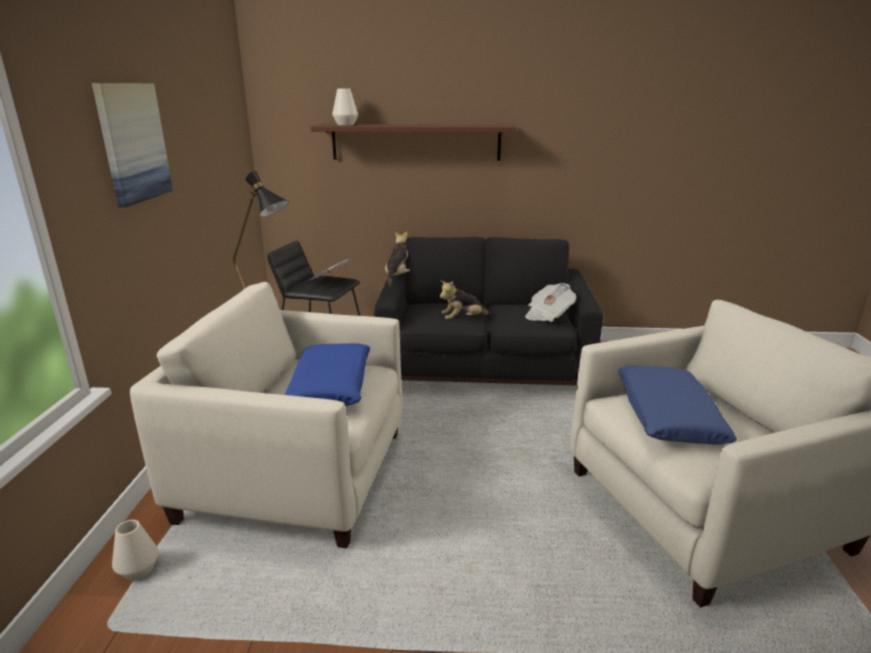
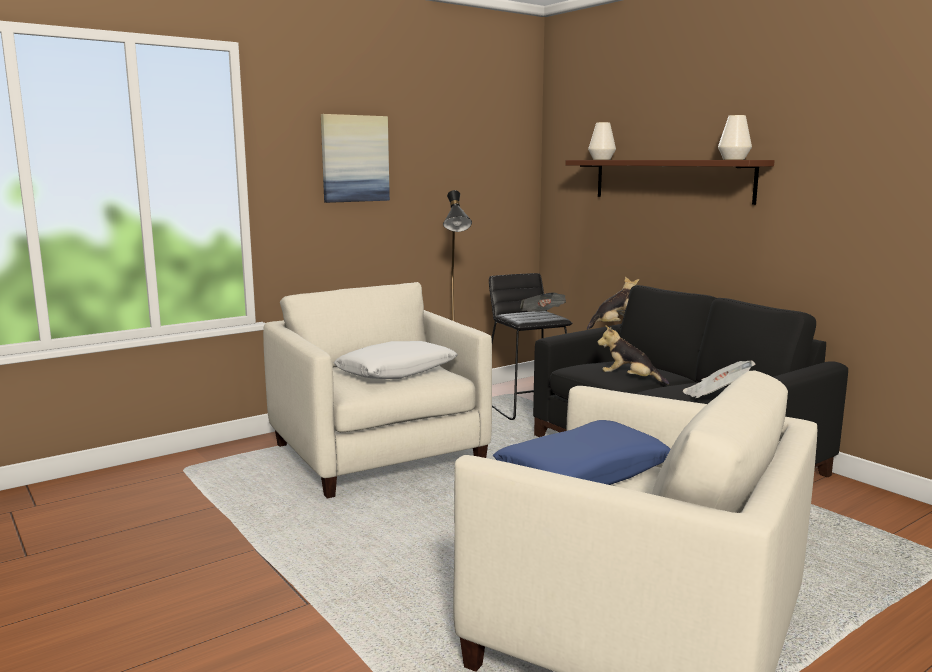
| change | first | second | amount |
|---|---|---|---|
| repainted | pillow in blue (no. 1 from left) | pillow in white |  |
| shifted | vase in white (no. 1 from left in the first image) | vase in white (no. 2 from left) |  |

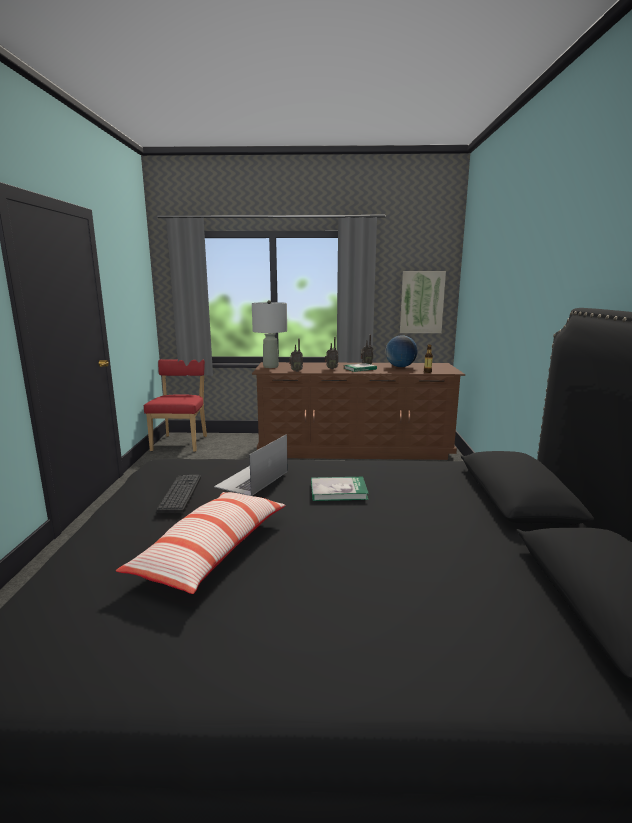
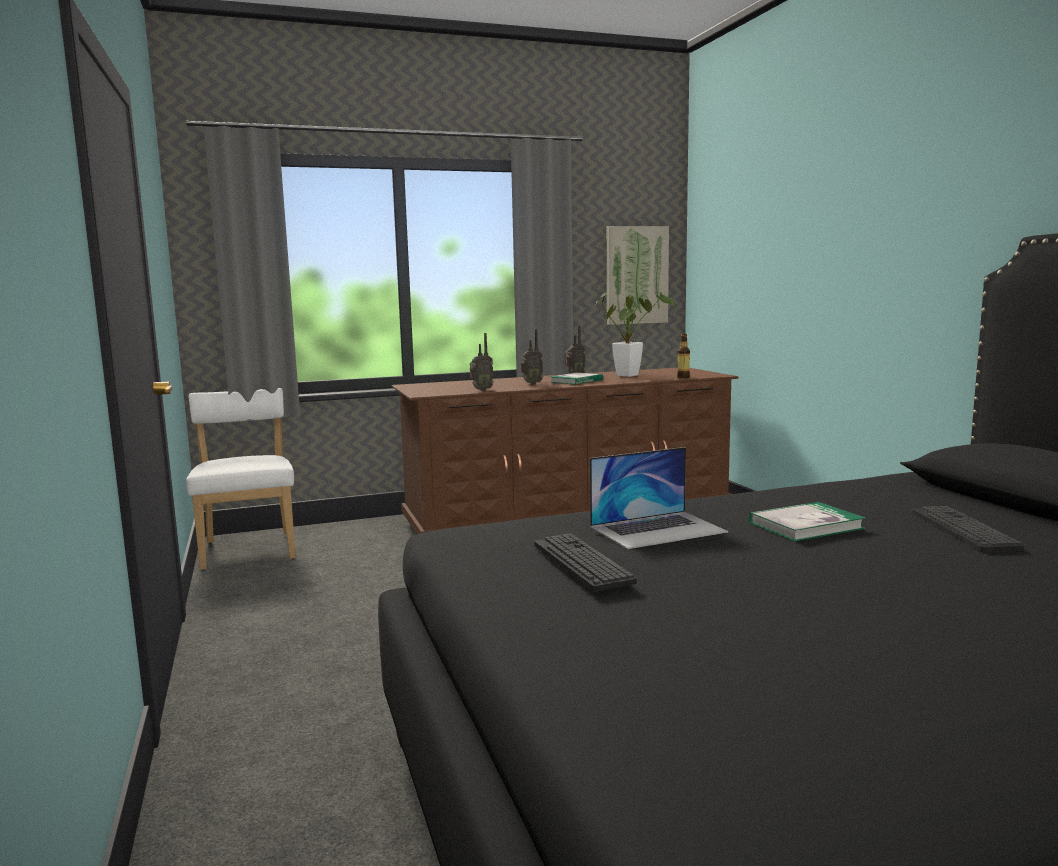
| change | first | second | amount |
|---|---|---|---|
| gone | table lamp in grey |  |  |
| swapped | globe | potted plant |  |
| repainted | chair in red | chair in white |  |
| rotated | laptop |  | 120 degrees counterclockwise |
| gone | pillow |  |  |
| new |  | keyboard (no. 2 from left) |  |

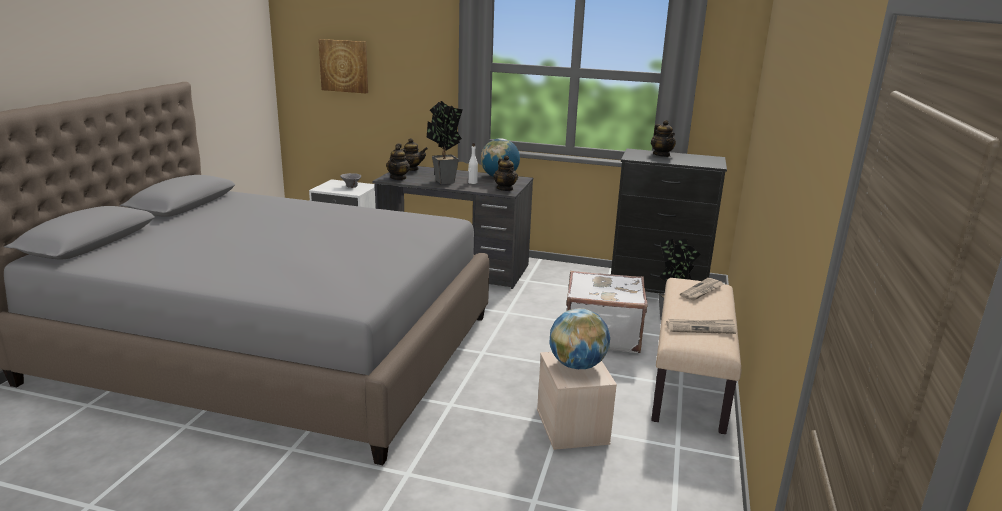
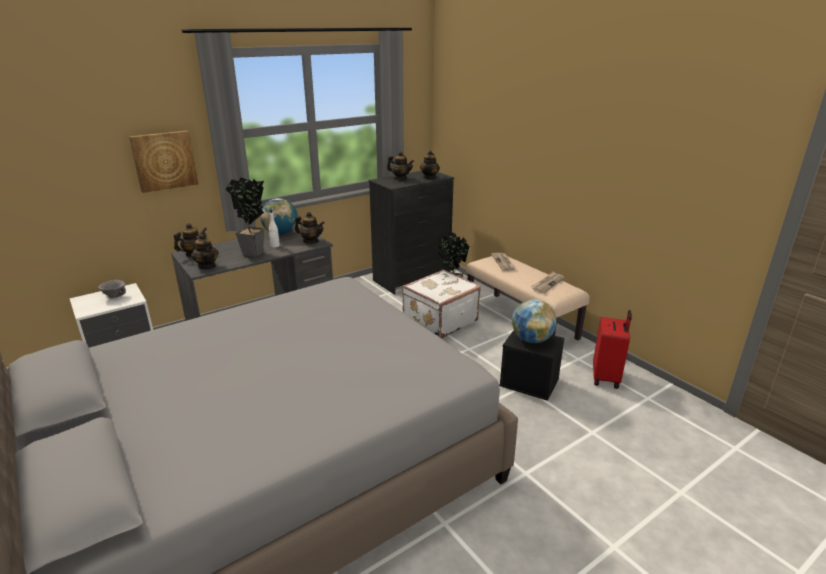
| change | first | second | amount |
|---|---|---|---|
| shifted | picture |  |  |
| repainted | storage box in beige | storage box in black |  |
| new |  | teapot (no. 5 from left) |  |
| new |  | suitcase in red |  |

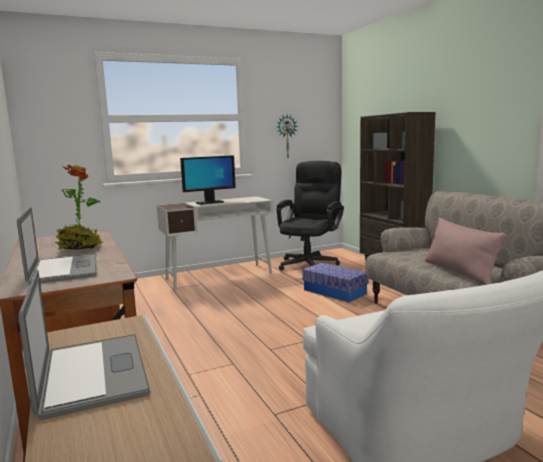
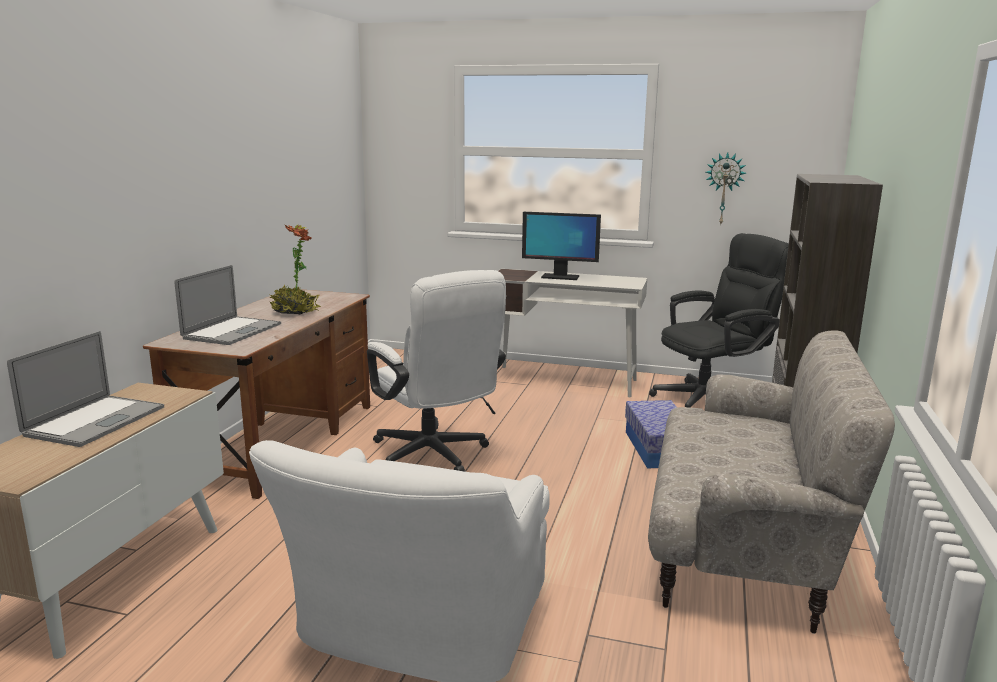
| change | first | second | amount |
|---|---|---|---|
| gone | pillow in pink |  |  |
| new |  | office chair in white |  |

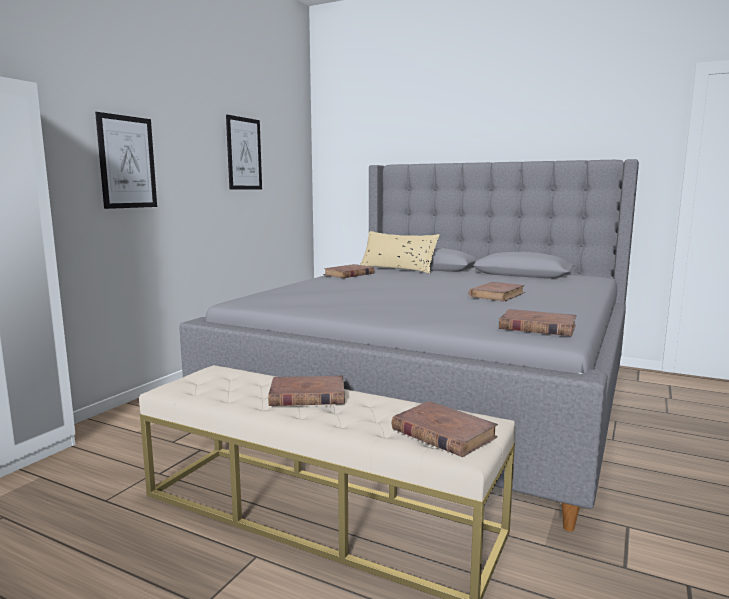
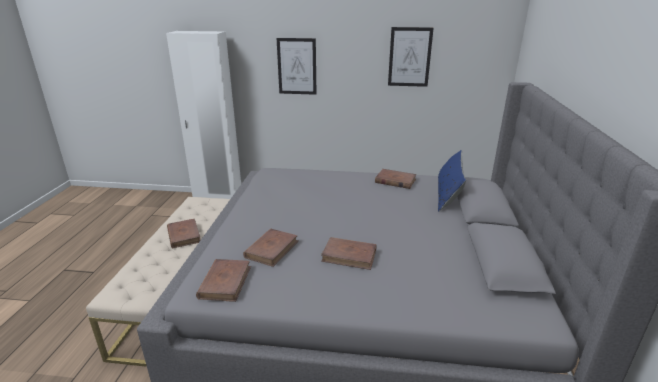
| change | first | second | amount |
|---|---|---|---|
| repainted | pillow in beige | pillow in blue |  |
| shifted | book in brown (no. 3 from left) |  |  |

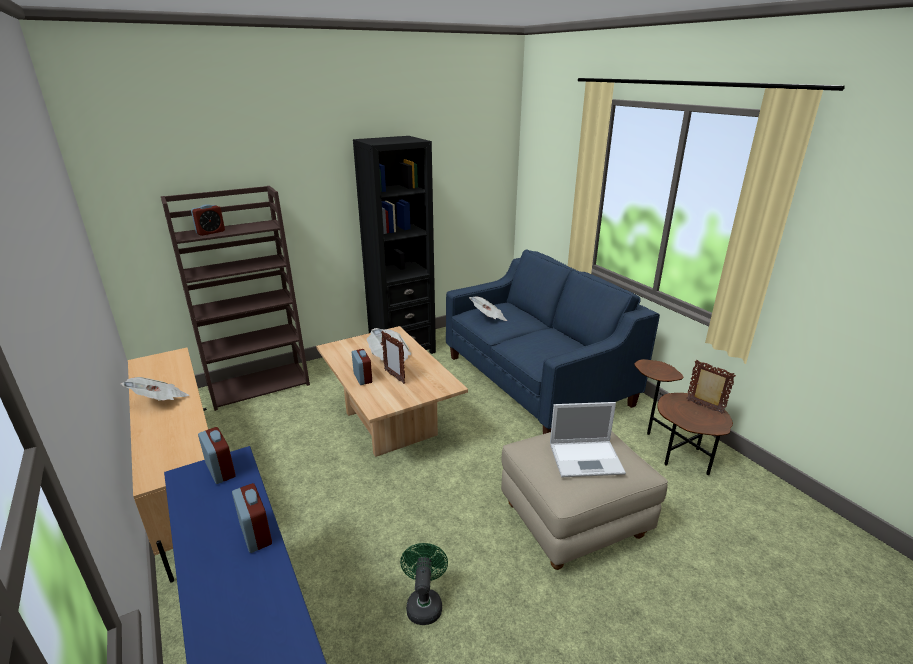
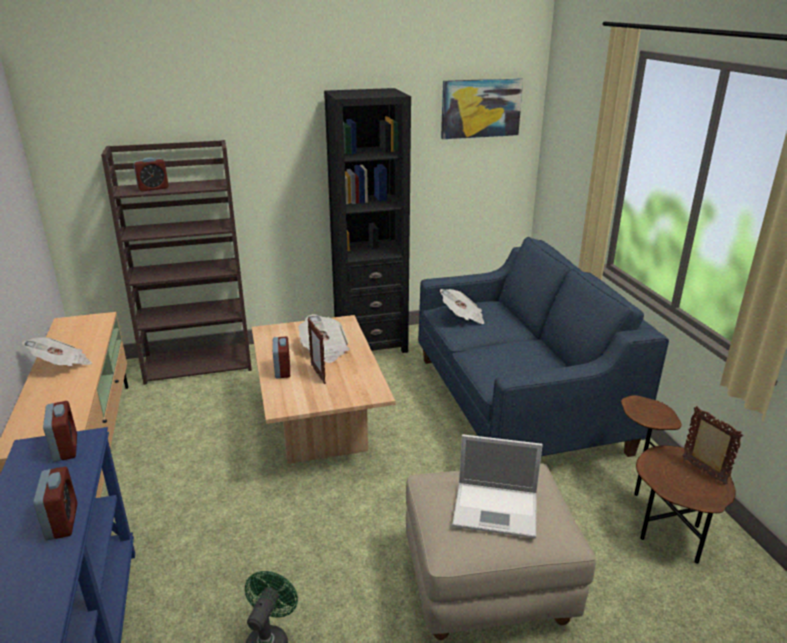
| change | first | second | amount |
|---|---|---|---|
| new |  | picture |  |

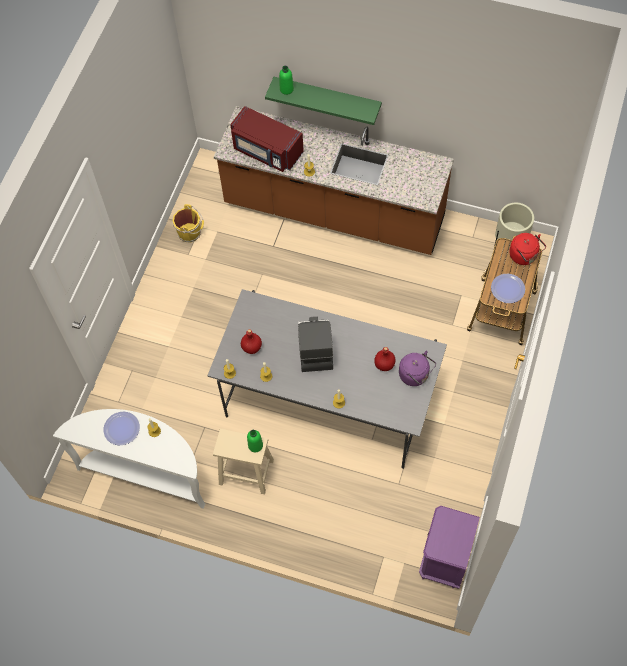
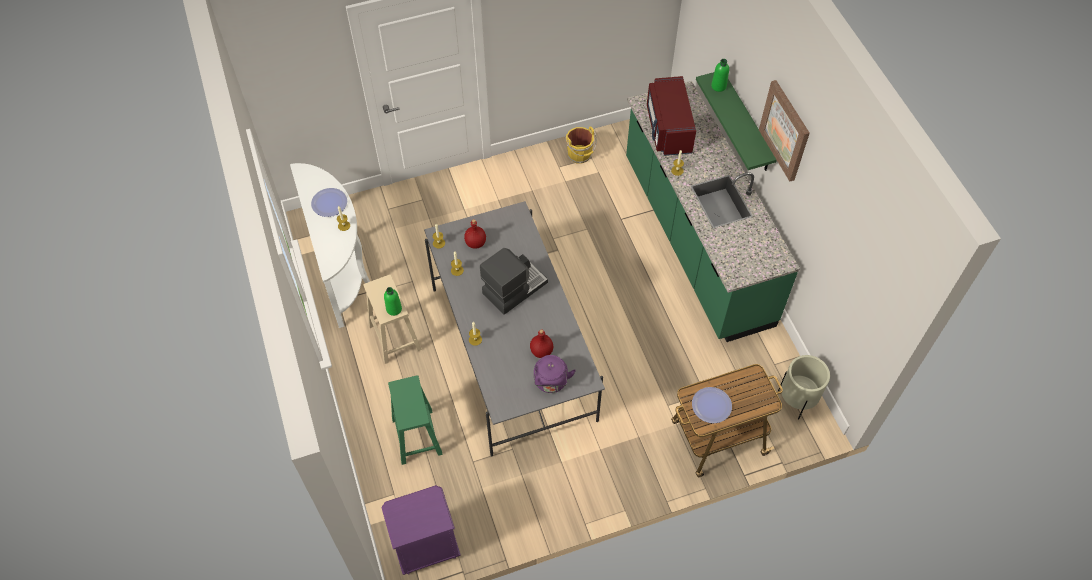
| change | first | second | amount |
|---|---|---|---|
| repainted | counter in brown | counter in green |  |
| gone | kettle in red |  |  |
| new |  | picture |  |
| new |  | stool in green |  |

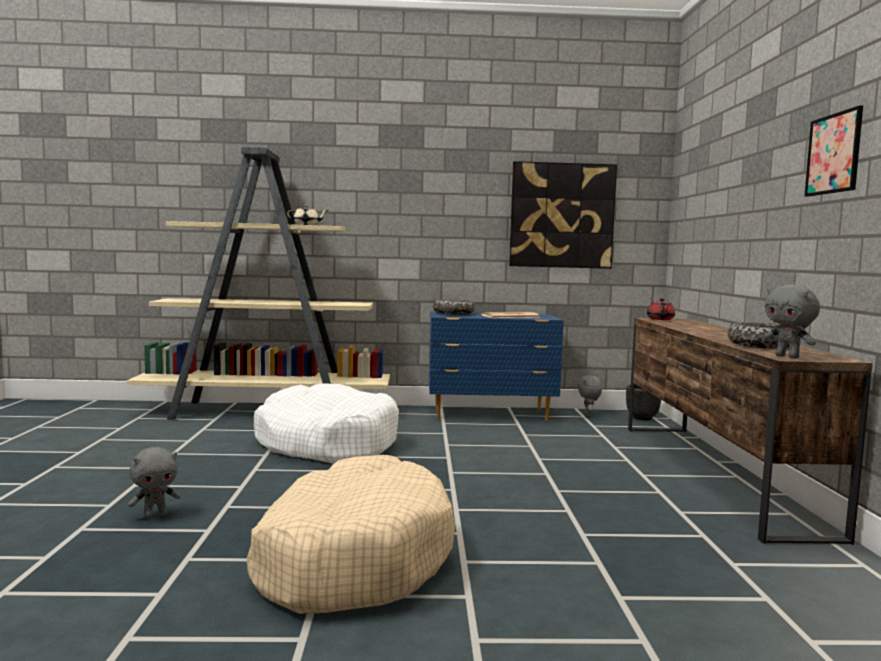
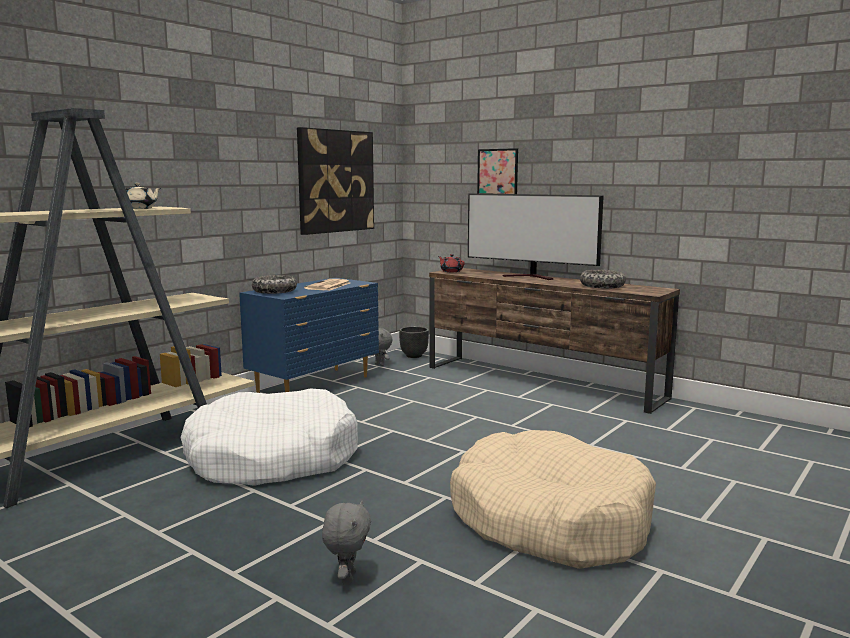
| change | first | second | amount |
|---|---|---|---|
| shifted | picture (no. 2 from left) |  |  |
| gone | plush toy in grey (no. 3 from left) |  |  |
| new |  | television |  |

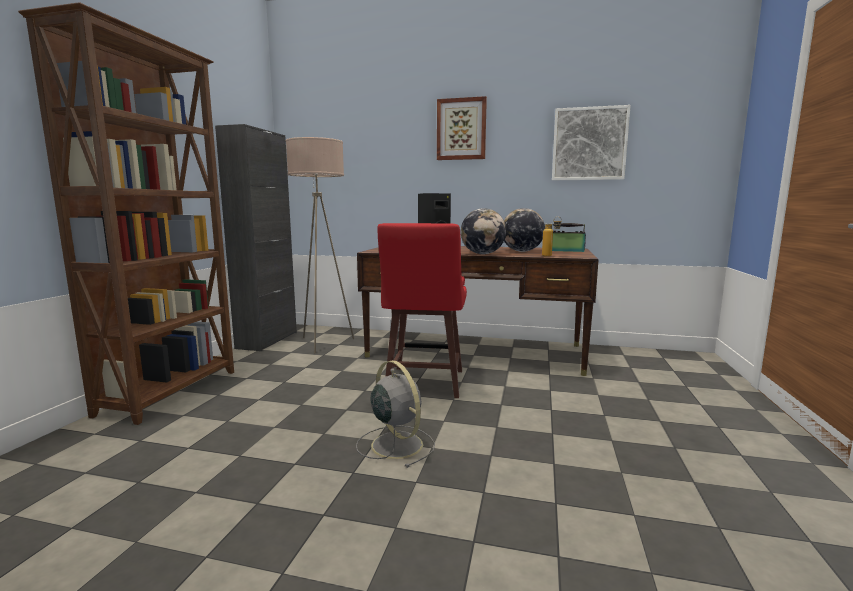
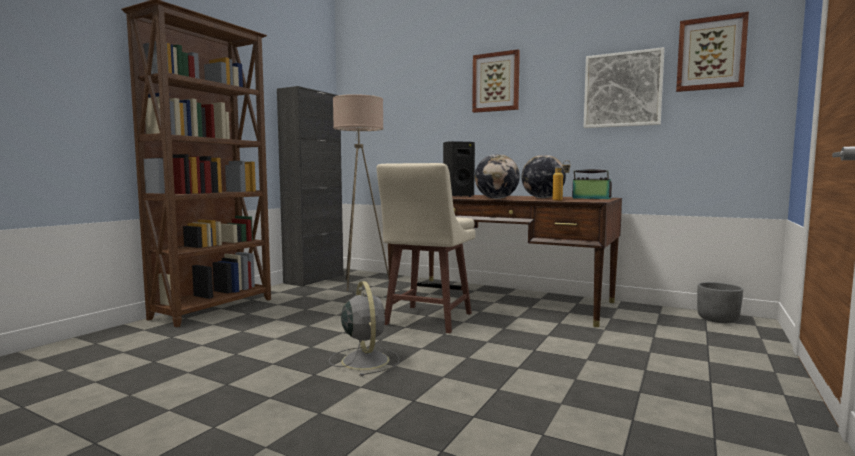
| change | first | second | amount |
|---|---|---|---|
| repainted | stool in red | stool in beige |  |
| new |  | picture (no. 3 from left) |  |
| new |  | planter in grey |  |

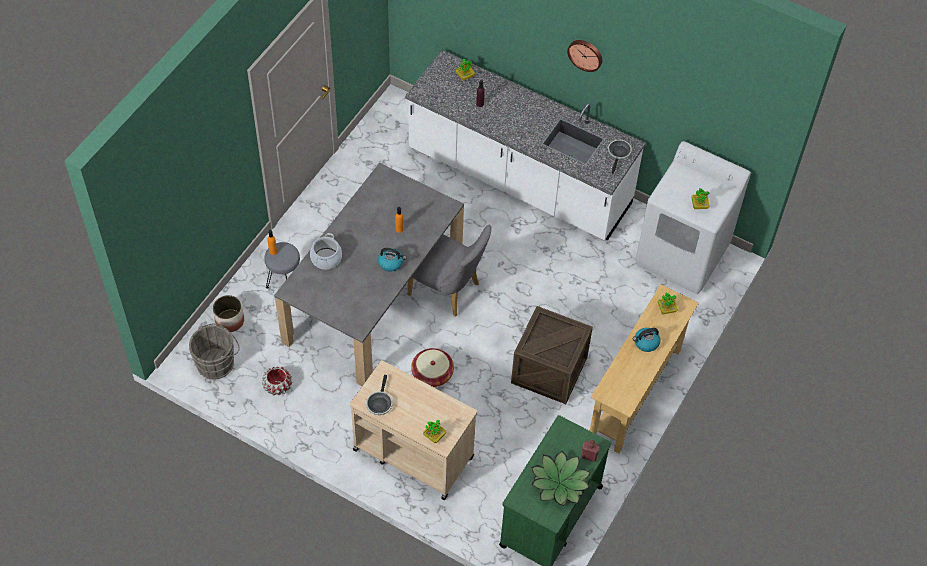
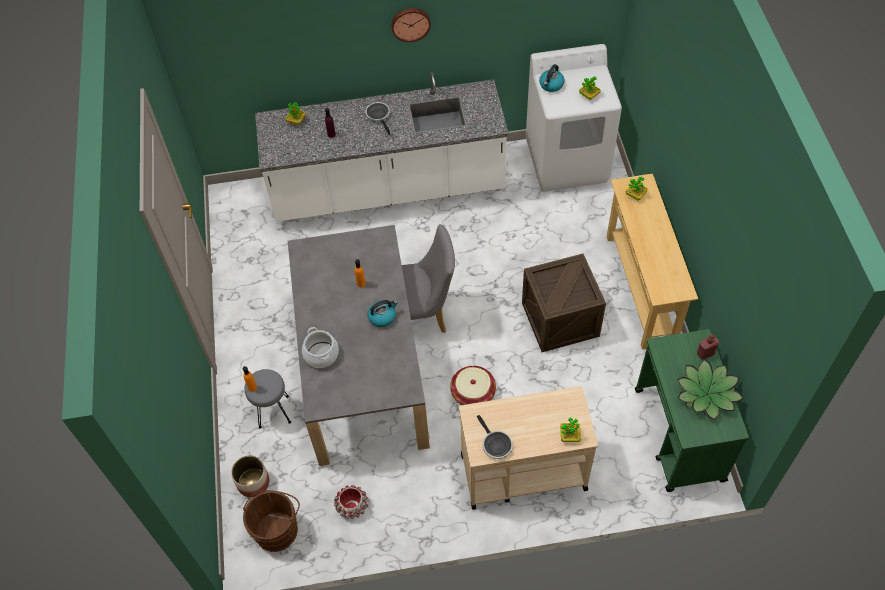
| change | first | second | amount |
|---|---|---|---|
| shifted | frying pan (no. 2 from left in the first image) | frying pan (no. 1 from left) |  |
| repainted | bucket in grey | bucket in brown |  |
| shifted | kettle (no. 2 from left) |  |  |

